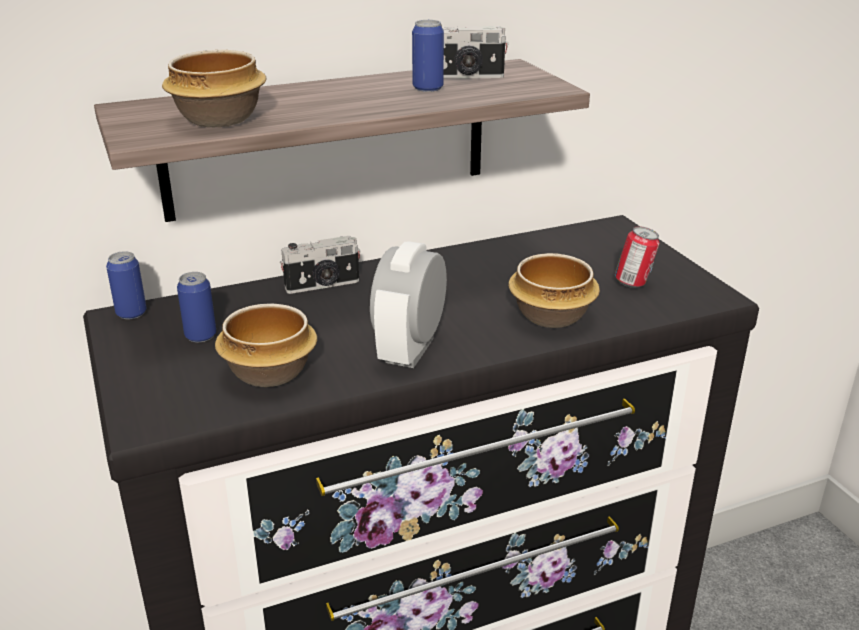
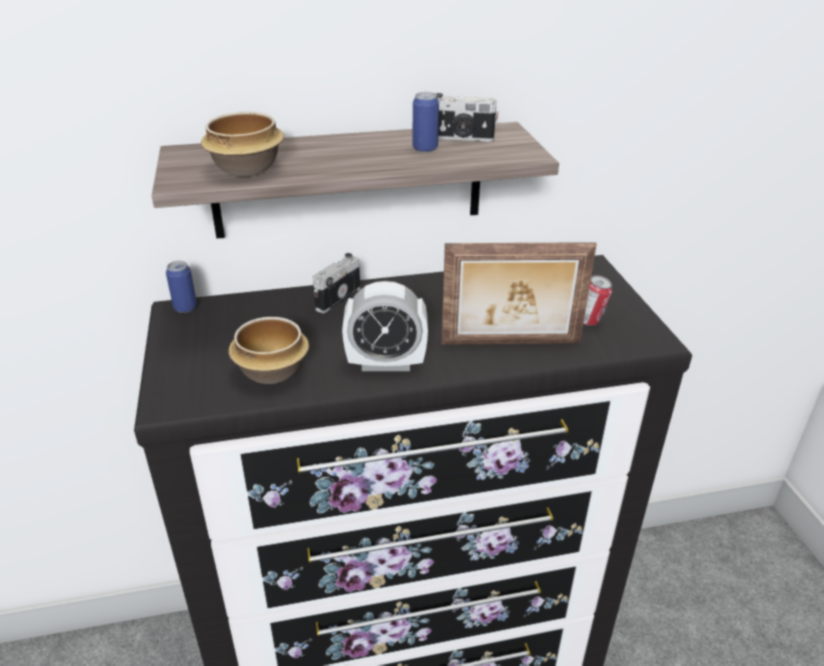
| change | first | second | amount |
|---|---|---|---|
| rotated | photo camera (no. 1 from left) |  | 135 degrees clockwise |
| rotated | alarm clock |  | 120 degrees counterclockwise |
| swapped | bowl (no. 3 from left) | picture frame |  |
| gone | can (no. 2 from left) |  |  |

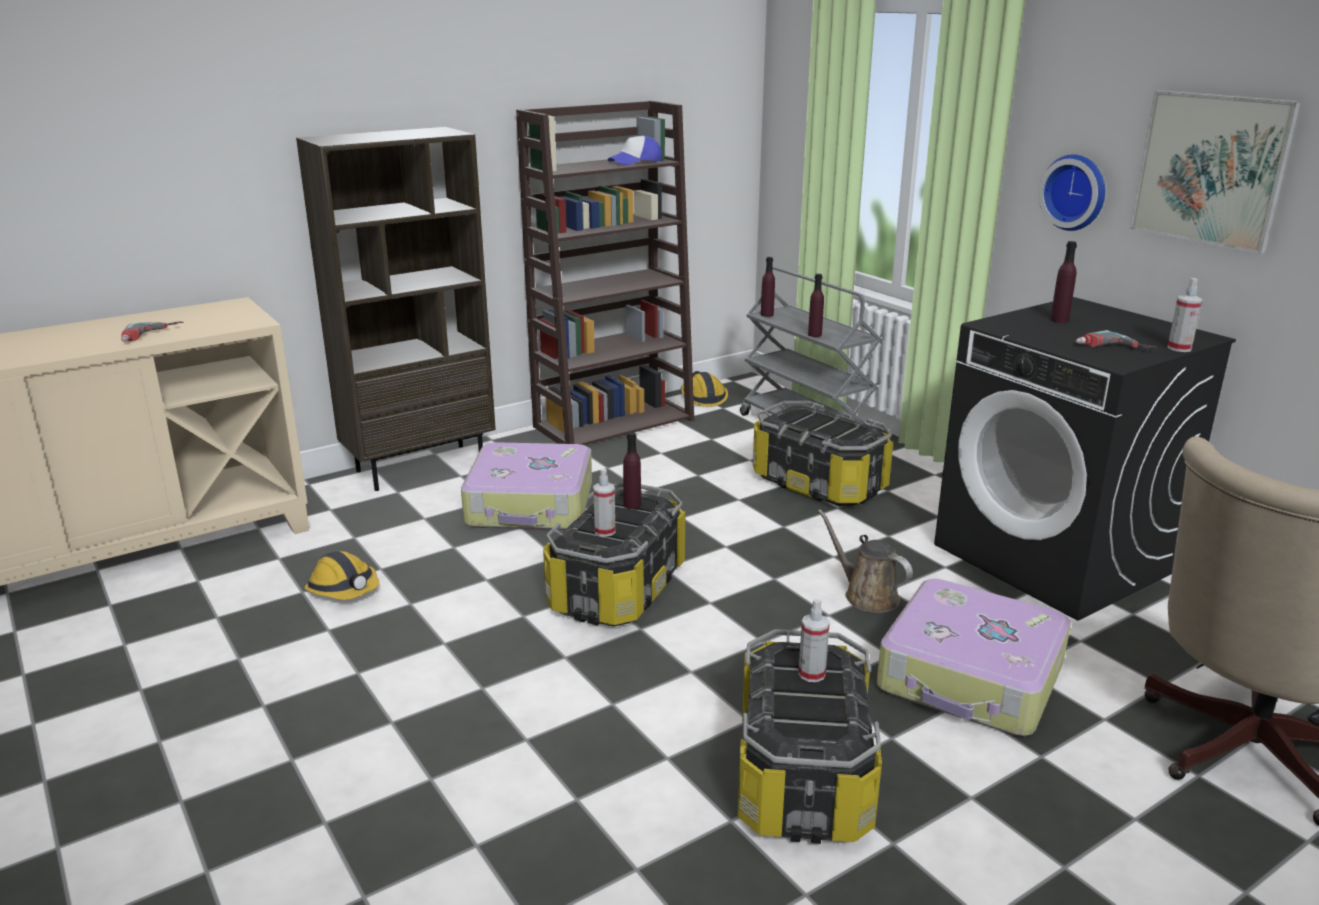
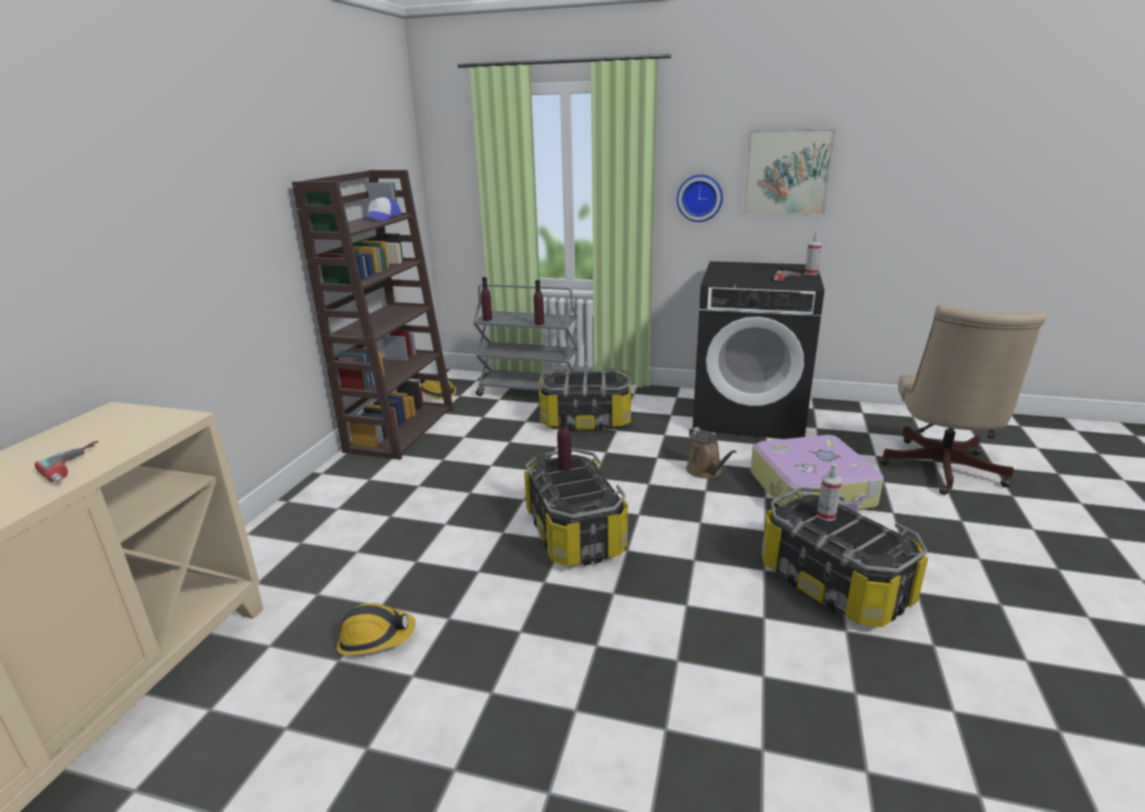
| change | first | second | amount |
|---|---|---|---|
| gone | bookcase in brown (no. 1 from left) |  |  |
| gone | bottle in purple (no. 4 from left) |  |  |
| gone | suitcase (no. 1 from left) |  |  |
| gone | spray bottle (no. 1 from left) |  |  |
| rotated | watering can in brown |  | 120 degrees counterclockwise |

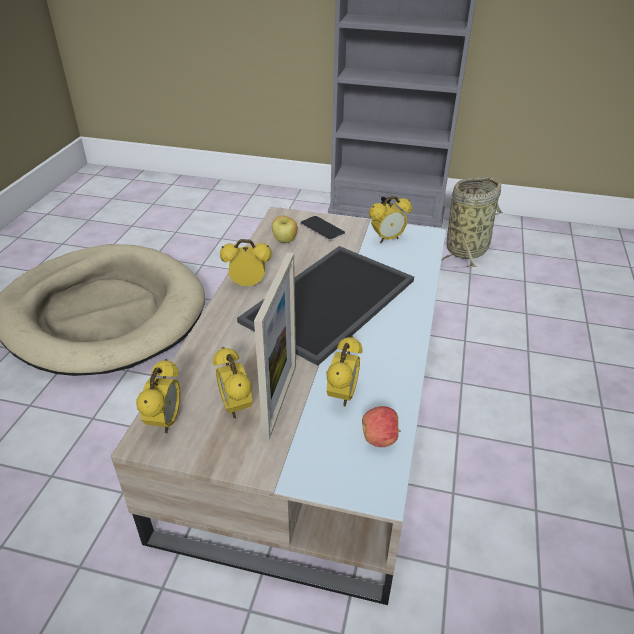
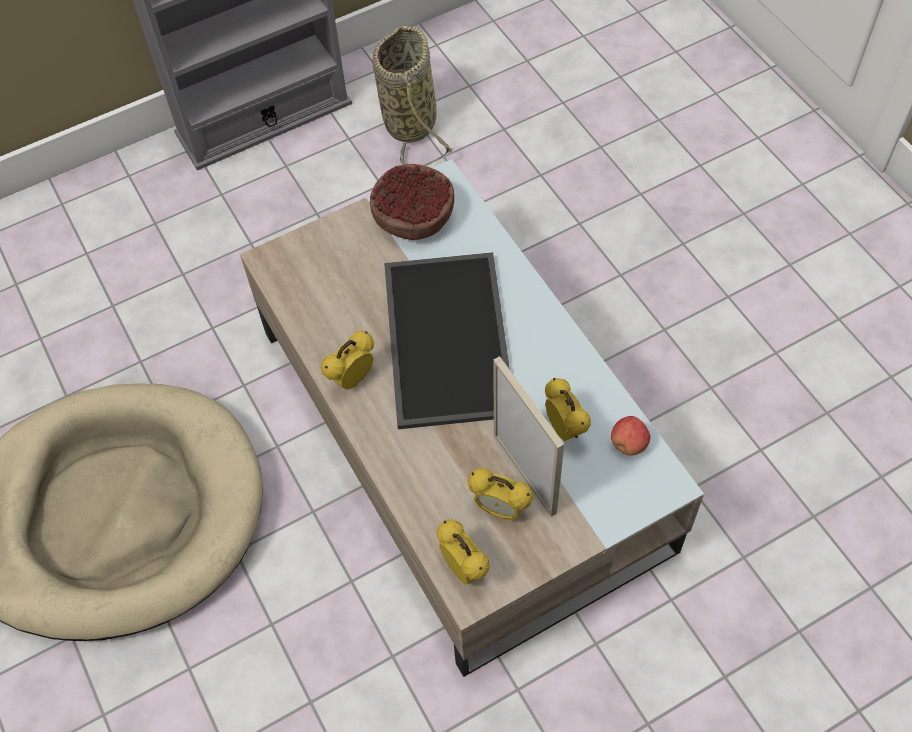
| change | first | second | amount |
|---|---|---|---|
| swapped | alarm clock (no. 5 from left) | bowl |  |
| gone | apple (no. 1 from left) |  |  |
| gone | phone |  |  |

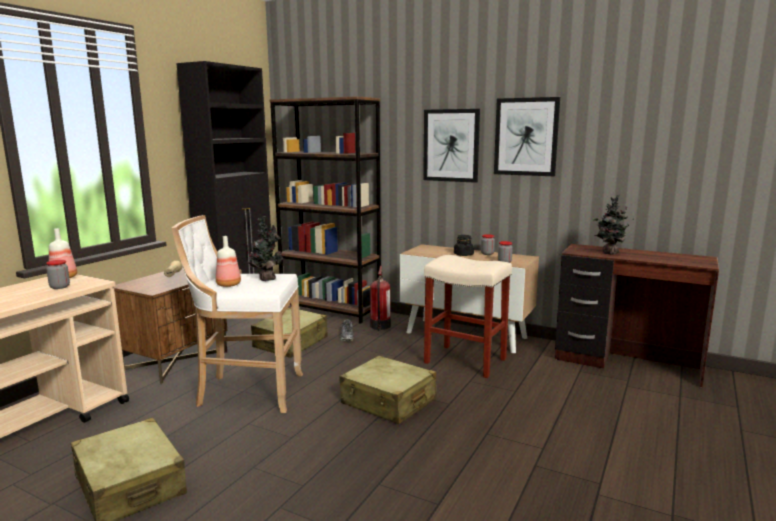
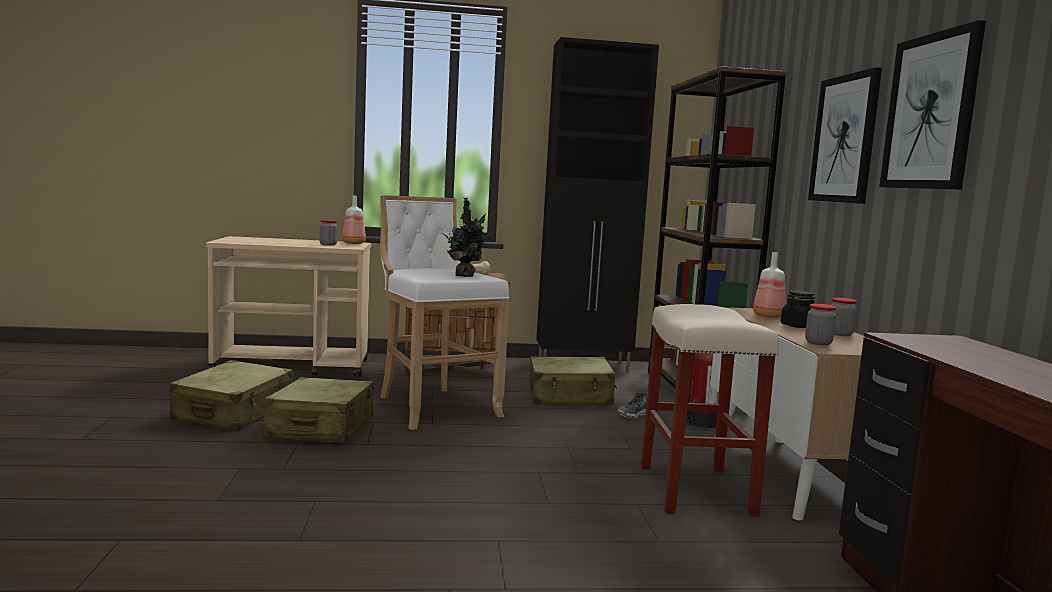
| change | first | second | amount |
|---|---|---|---|
| gone | potted plant (no. 2 from left) |  |  |
| shifted | bottle (no. 2 from left) |  |  |
| shifted | suitcase in beige (no. 3 from left in the first image) | suitcase in beige (no. 2 from left) |  |

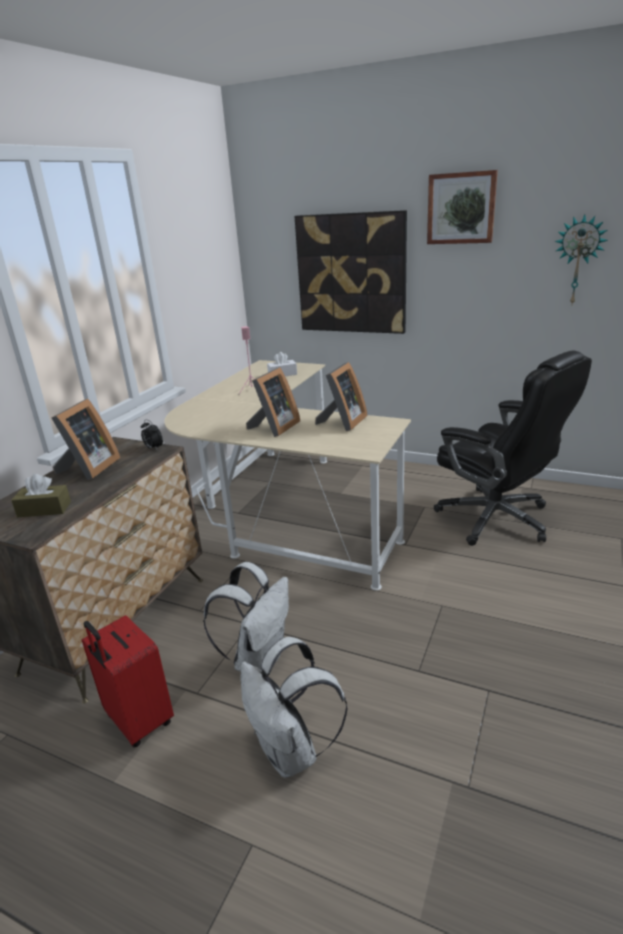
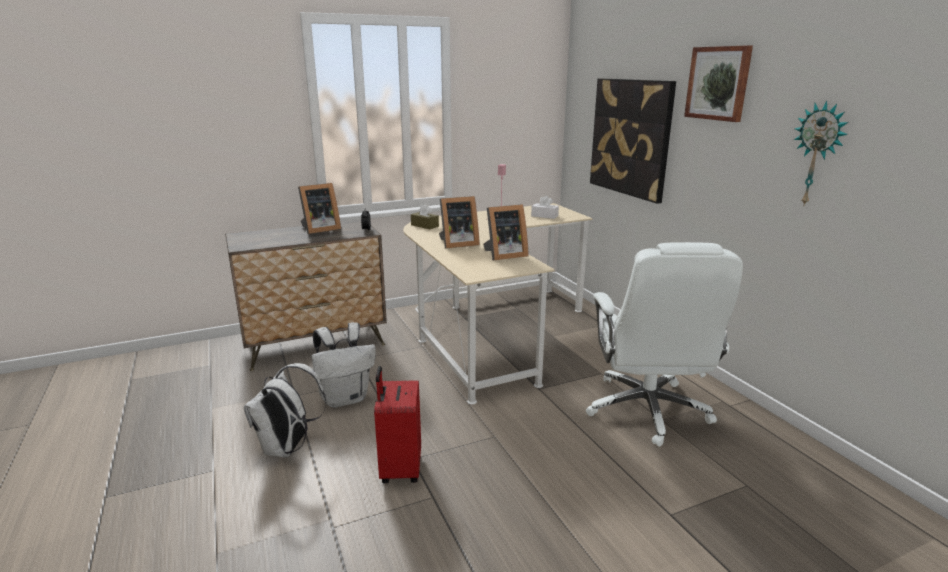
| change | first | second | amount |
|---|---|---|---|
| repainted | office chair in black | office chair in white |  |
| shifted | tissue box in brown |  |  |
| shifted | suitcase in red |  |  |

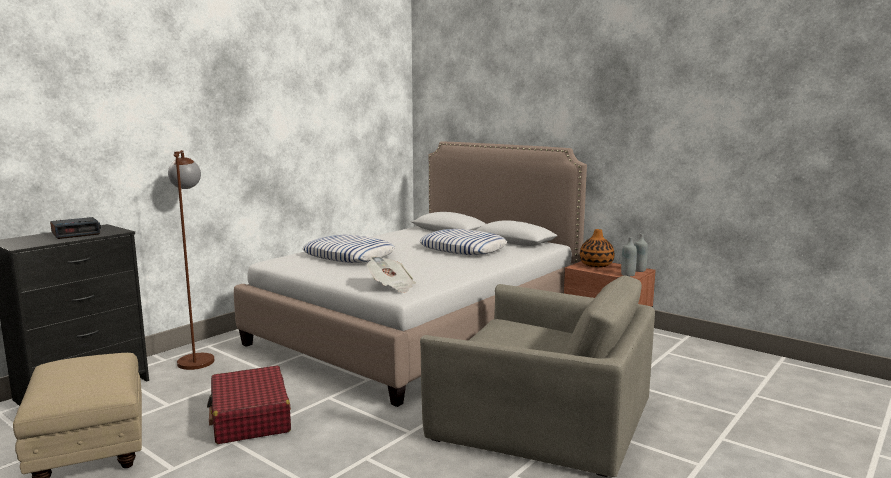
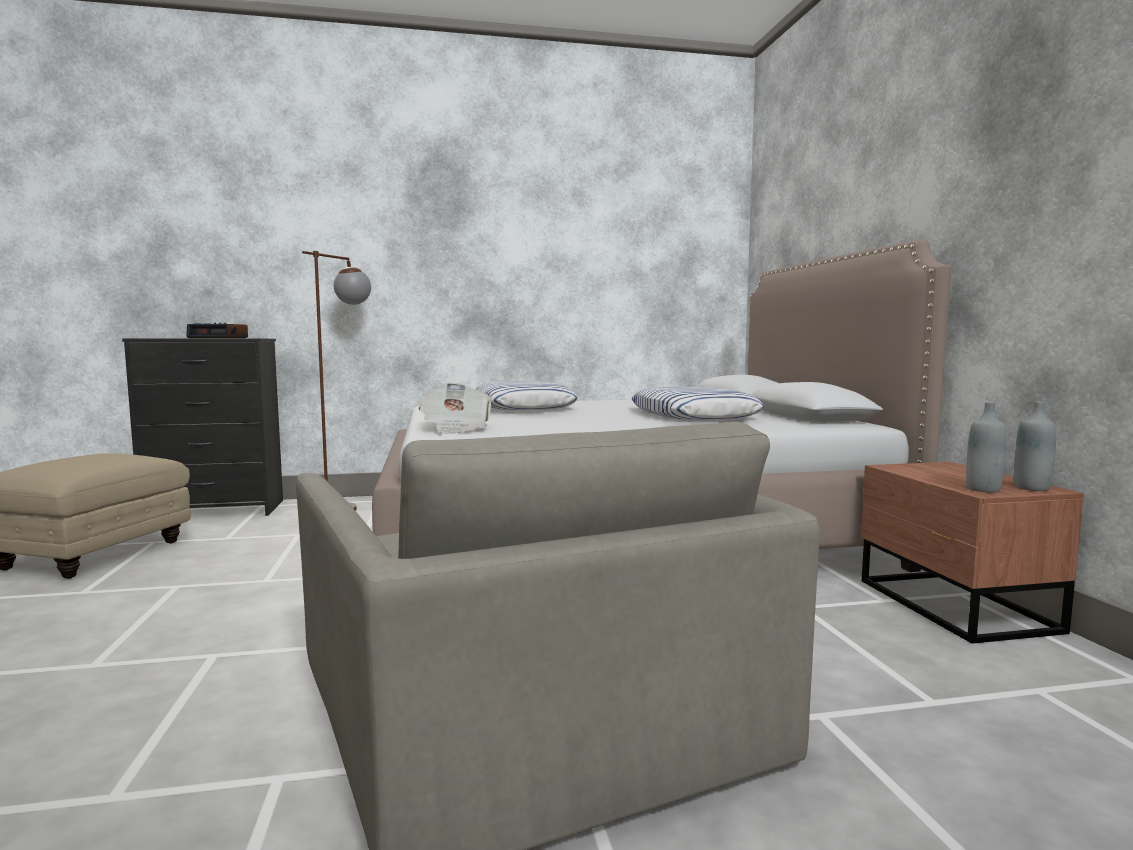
| change | first | second | amount |
|---|---|---|---|
| gone | vase |  |  |
| gone | suitcase in red |  |  |

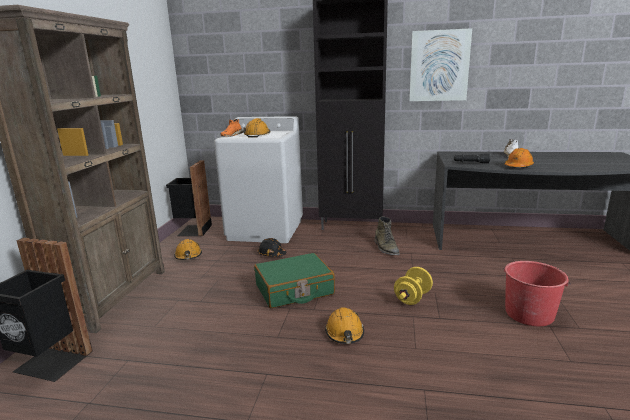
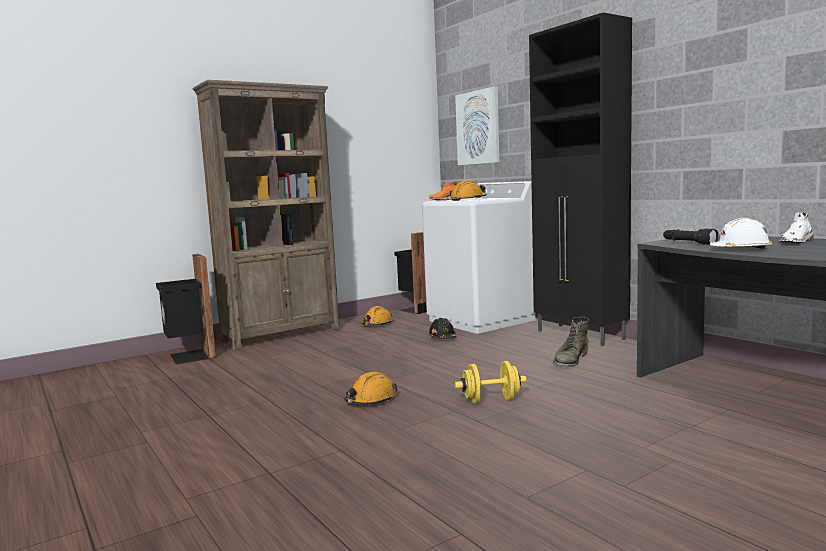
| change | first | second | amount |
|---|---|---|---|
| shifted | picture |  |  |
| repainted | hard hat in orange (no. 4 from left) | hard hat in white |  |
| gone | suitcase in green |  |  |
| gone | bucket in red |  |  |

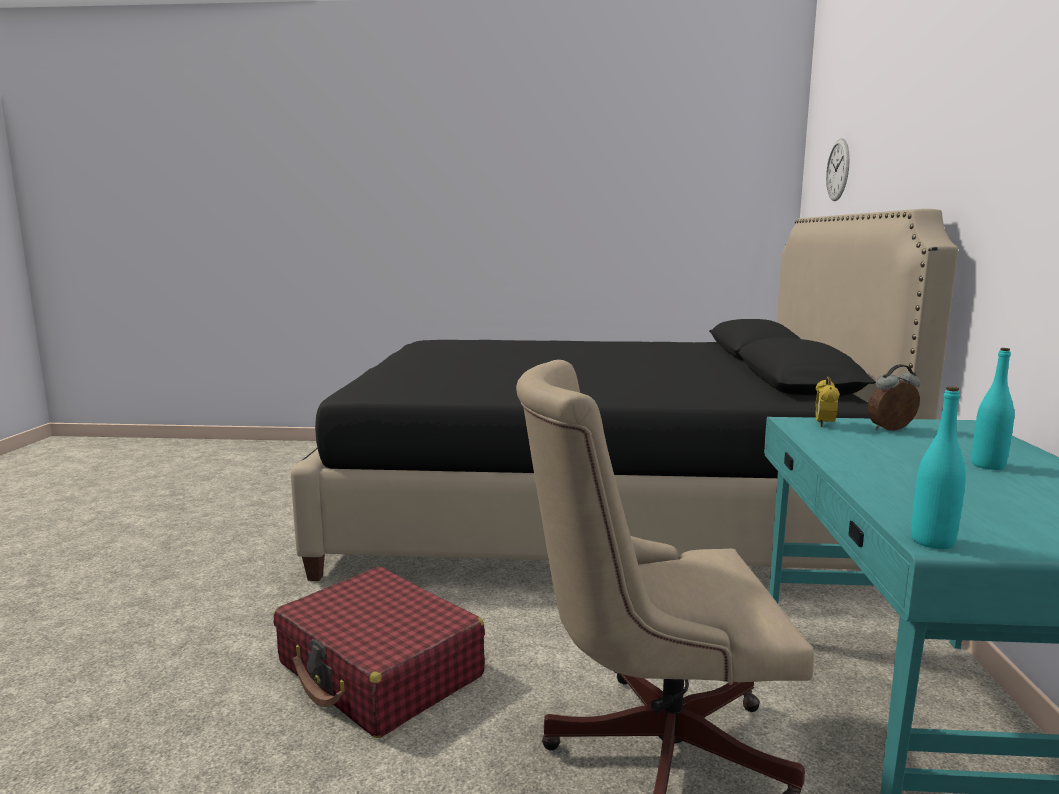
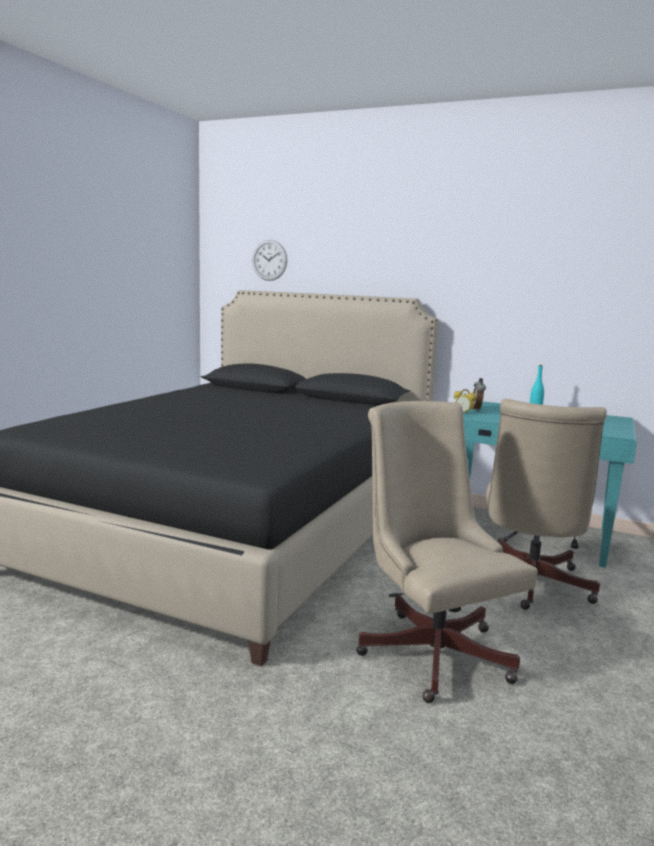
| change | first | second | amount |
|---|---|---|---|
| gone | bottle in turquoise (no. 1 from left) |  |  |
| swapped | suitcase in red | office chair in beige (no. 1 from left) |  |

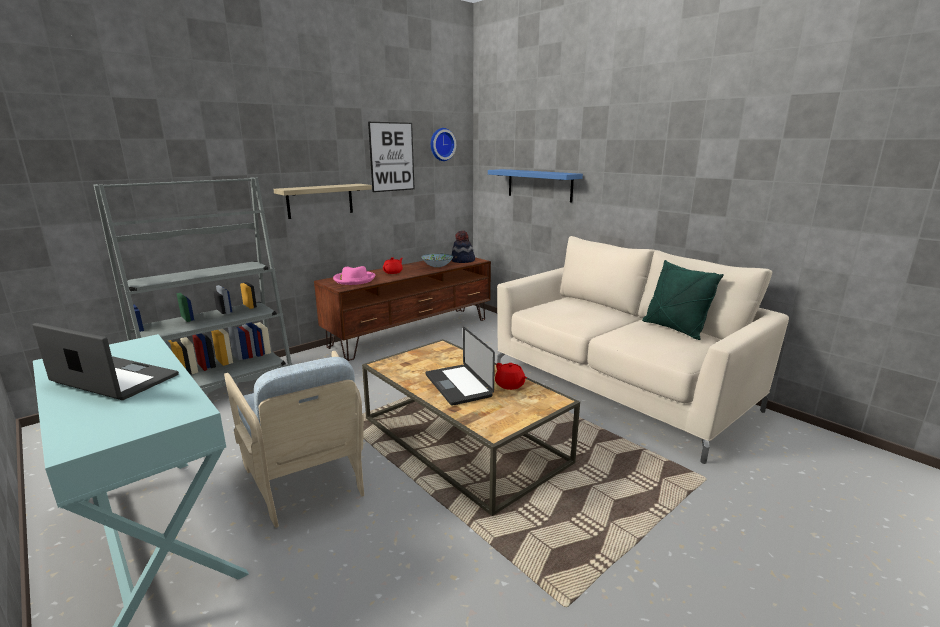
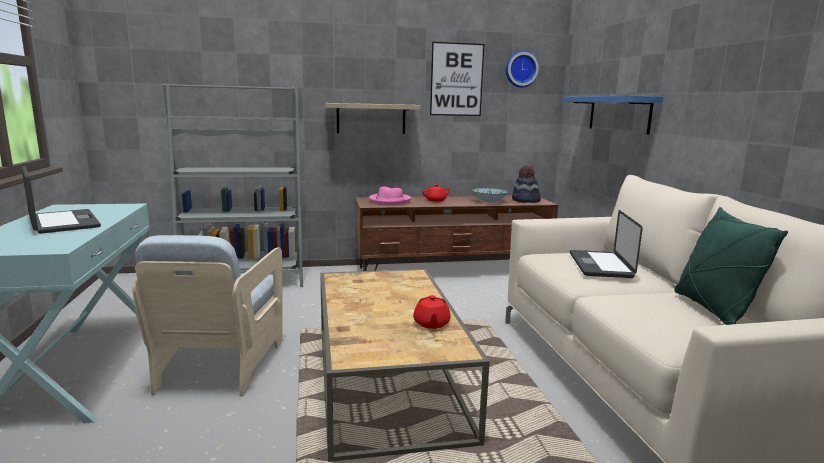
| change | first | second | amount |
|---|---|---|---|
| shifted | laptop (no. 2 from left) |  |  |

